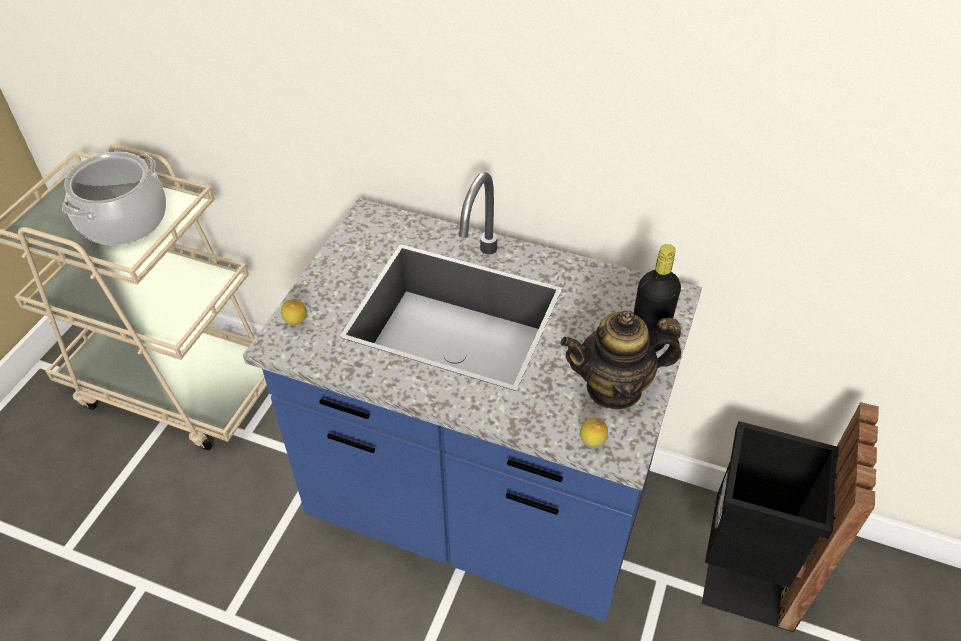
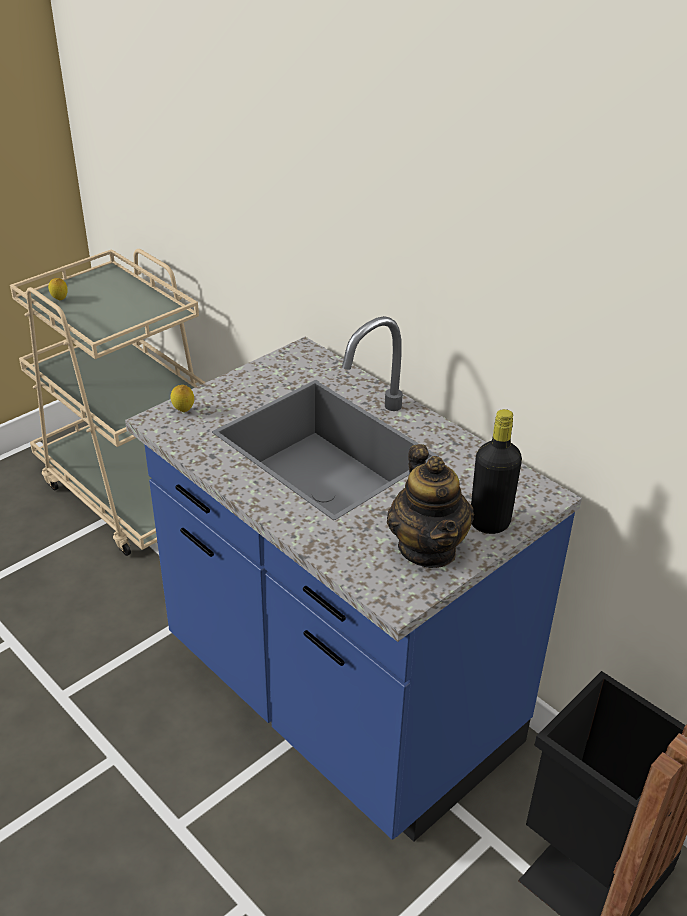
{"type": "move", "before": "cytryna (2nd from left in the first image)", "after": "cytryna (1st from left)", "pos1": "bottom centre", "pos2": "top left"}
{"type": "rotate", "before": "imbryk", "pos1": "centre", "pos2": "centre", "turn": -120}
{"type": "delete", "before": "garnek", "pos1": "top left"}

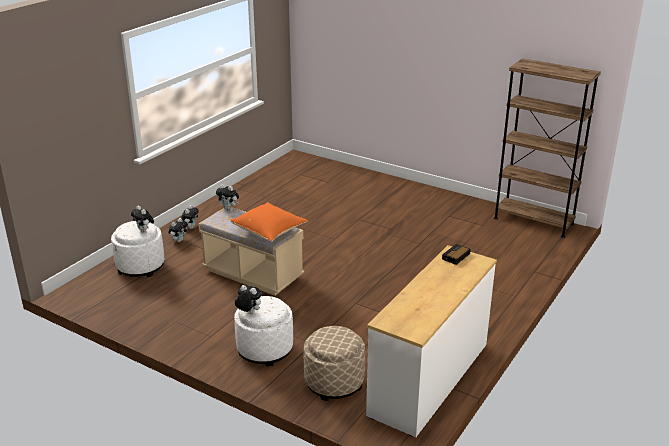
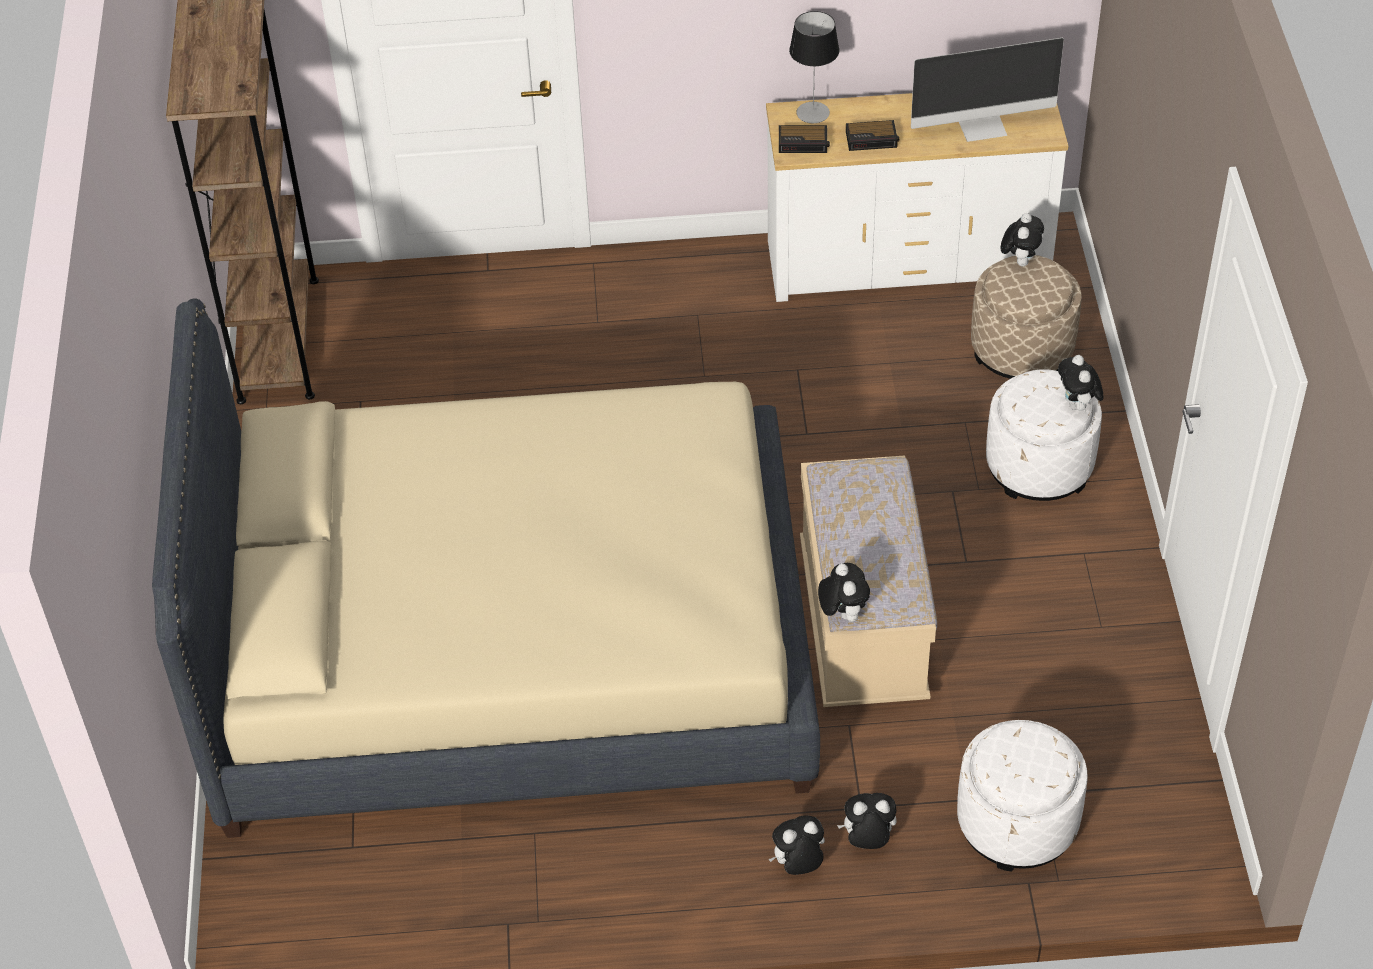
{"type": "insert", "after": "łóżko (beżowy)", "pos2": "centre"}
{"type": "insert", "after": "lampa stołowa", "pos2": "top centre"}
{"type": "insert", "after": "budzik (2nd from left)", "pos2": "top centre"}
{"type": "insert", "after": "monitor", "pos2": "top right"}
{"type": "move", "before": "pluszak (1st from left in the first image)", "after": "pluszak (4th from left)", "pos1": "middle left", "pos2": "top right"}
{"type": "delete", "before": "poduszka (pomarańczowy)", "pos1": "centre"}

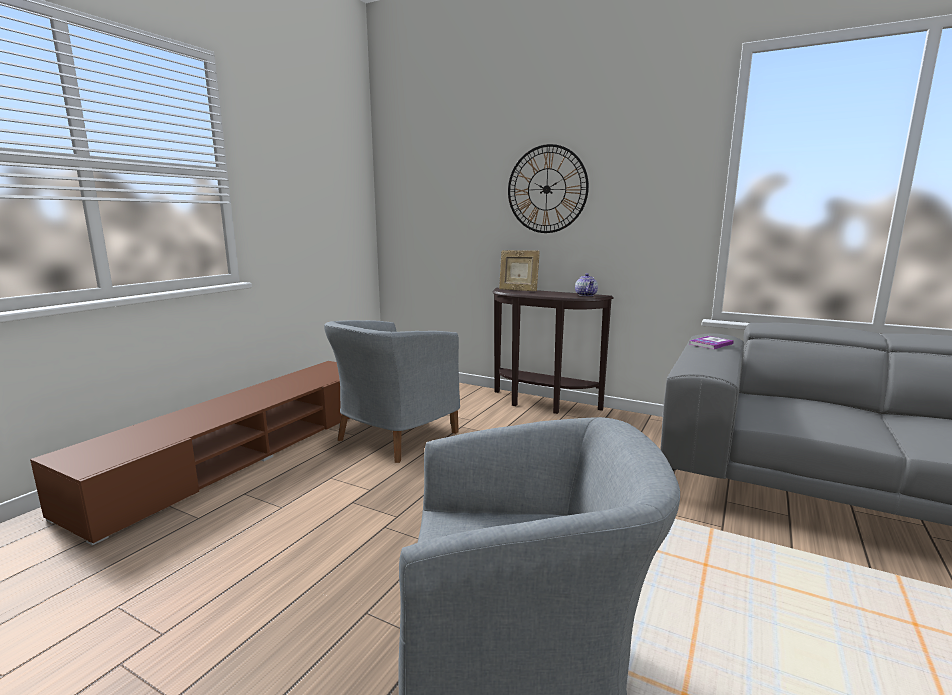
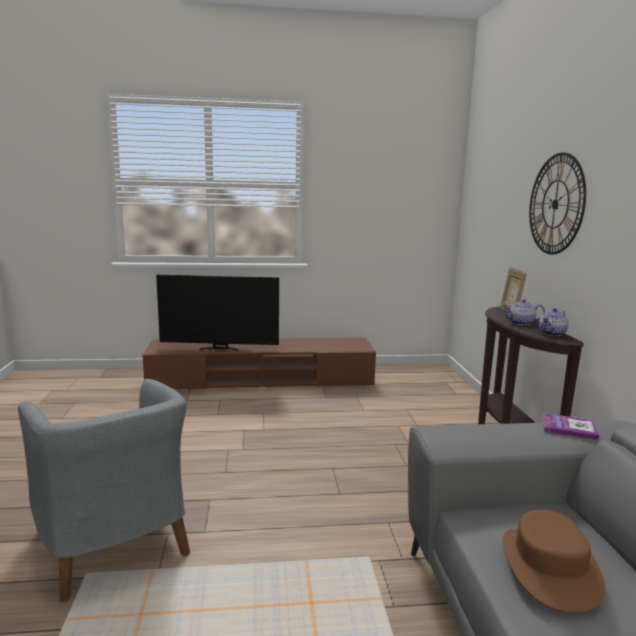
{"type": "insert", "after": "telewizor", "pos2": "centre"}
{"type": "insert", "after": "imbryk (1st from left)", "pos2": "middle right"}
{"type": "insert", "after": "kapelusz (brązowy)", "pos2": "bottom right"}
{"type": "delete", "before": "fotel (szary) (1st from left)", "pos1": "centre"}

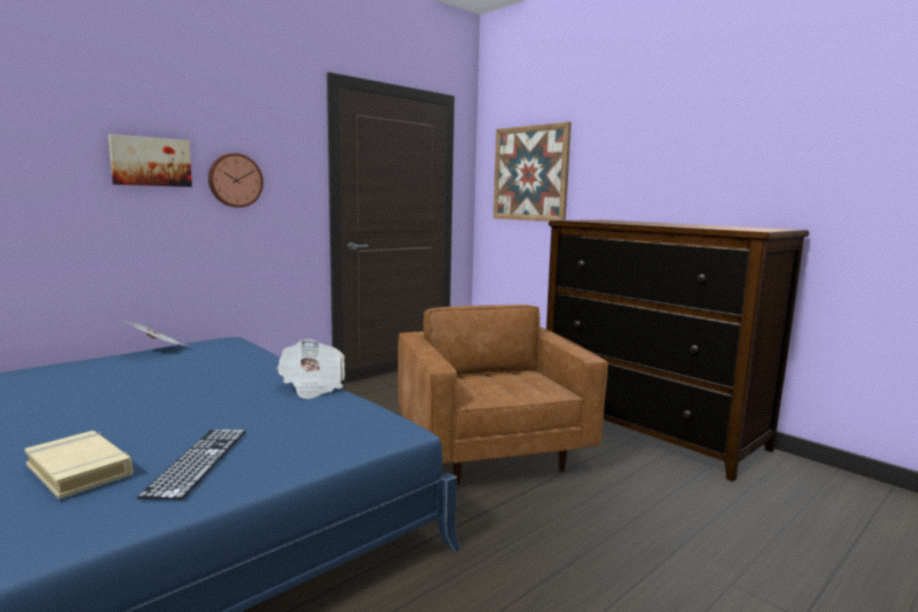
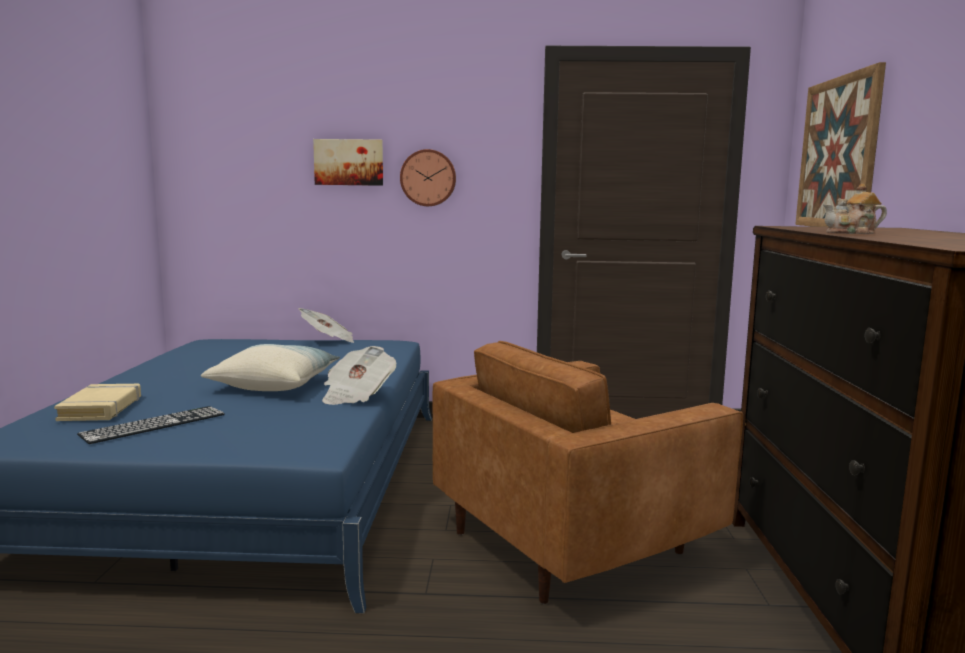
{"type": "insert", "after": "poduszka", "pos2": "middle left"}
{"type": "rotate", "before": "fotel (brązowy)", "pos1": "centre", "pos2": "bottom centre", "turn": -150}
{"type": "insert", "after": "imbryk", "pos2": "top right"}

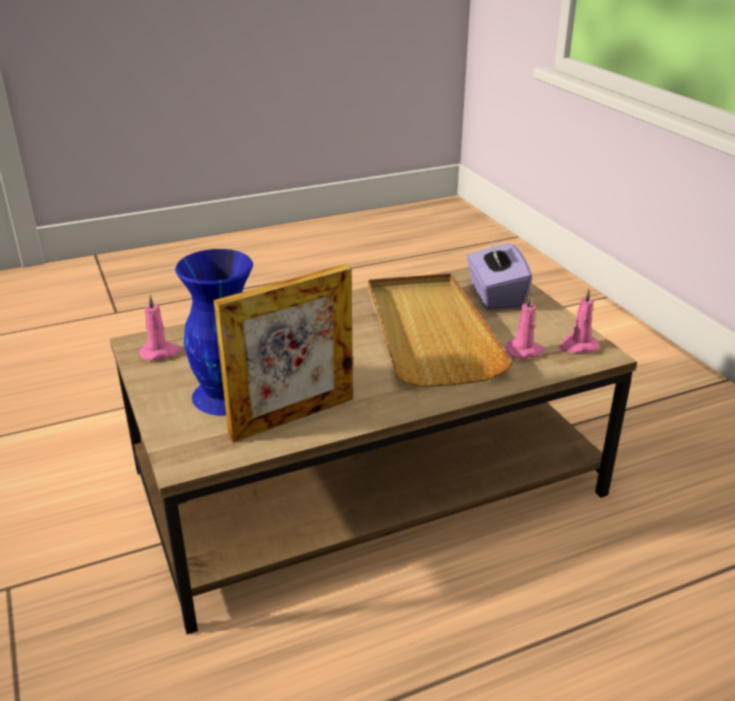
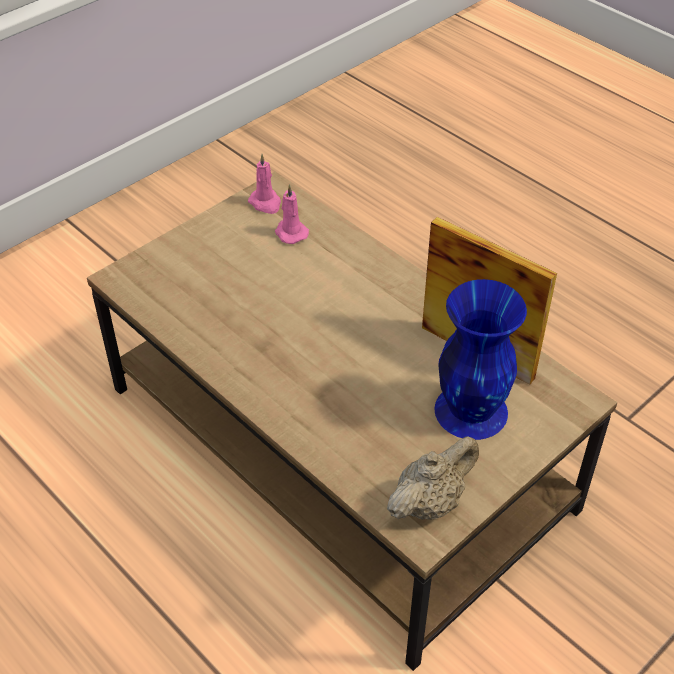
{"type": "replace", "before": "świeca (różowy) (1st from left)", "after": "imbryk (beżowy)", "pos1": "middle left", "pos2": "bottom centre"}
{"type": "delete", "before": "taca (beżowy)", "pos1": "centre"}
{"type": "delete", "before": "pudełko chusteczek (fioletowy)", "pos1": "middle right"}

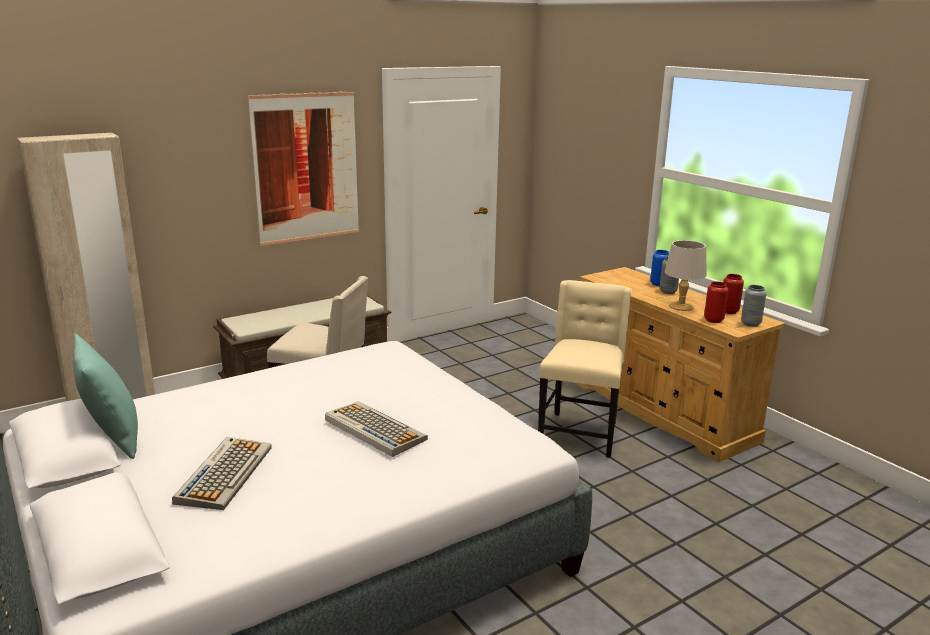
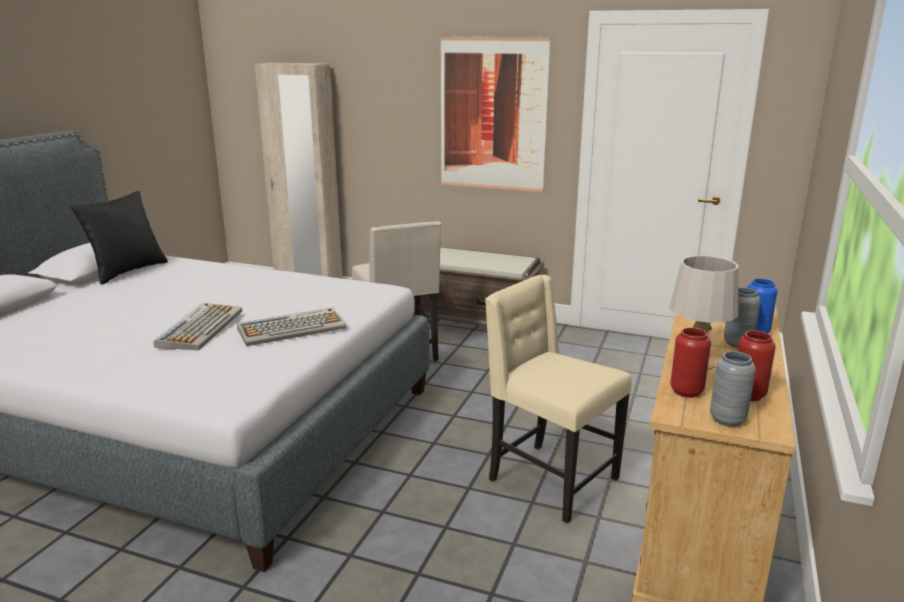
{"type": "recolor", "before": "poduszka (turkusowy)", "after": "poduszka (czarny)", "pos1": "middle left", "pos2": "middle left"}
{"type": "move", "before": "klawiatura (1st from left in the first image)", "after": "klawiatura (2nd from left)", "pos1": "bottom left", "pos2": "middle left"}
{"type": "rotate", "before": "krzesło (beżowy) (2nd from left)", "pos1": "centre", "pos2": "centre", "turn": -120}

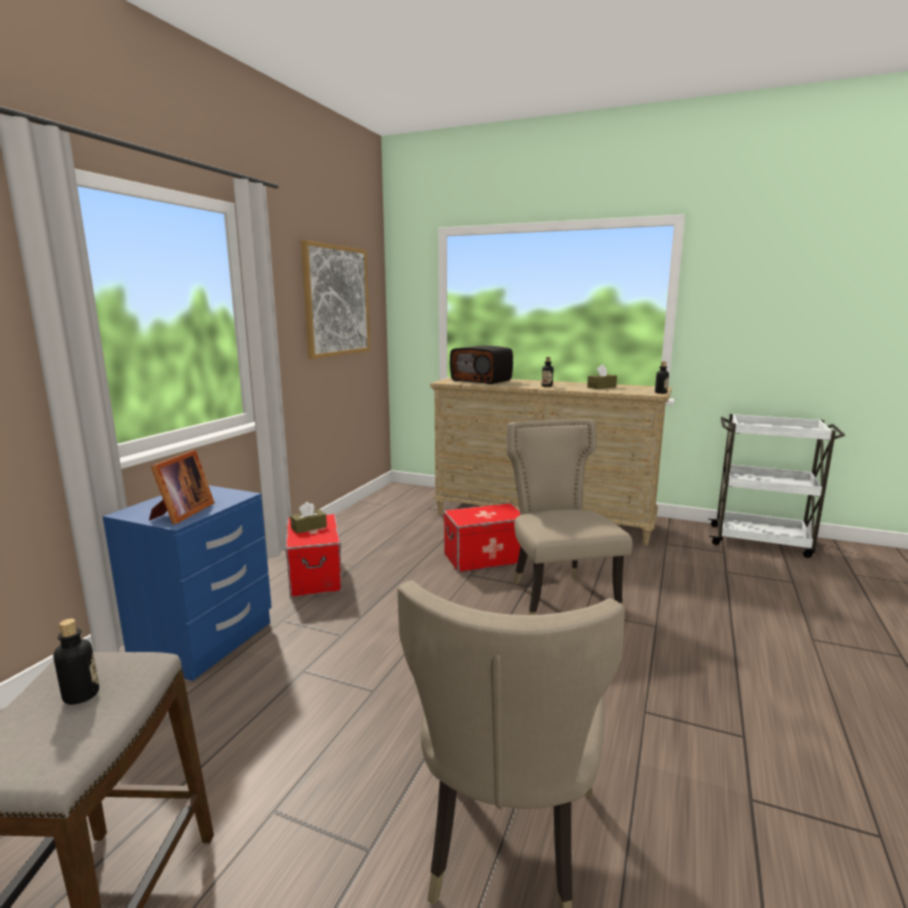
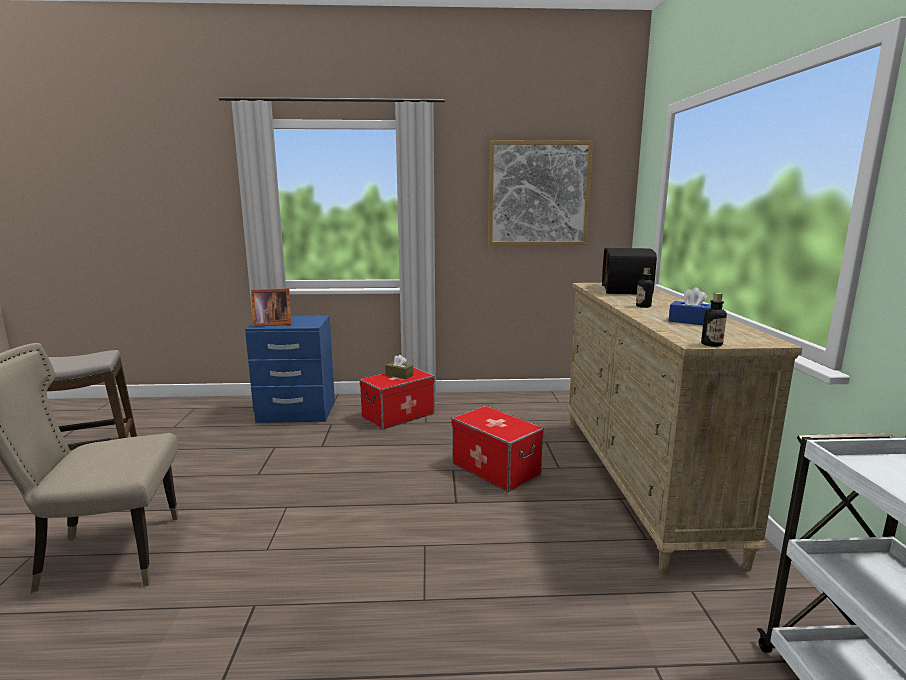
{"type": "recolor", "before": "pudełko chusteczek (brązowy) (2nd from left)", "after": "pudełko chusteczek (niebieski)", "pos1": "centre", "pos2": "middle right"}
{"type": "delete", "before": "butelka (1st from left)", "pos1": "bottom left"}
{"type": "delete", "before": "krzesło (beżowy) (2nd from left)", "pos1": "centre"}

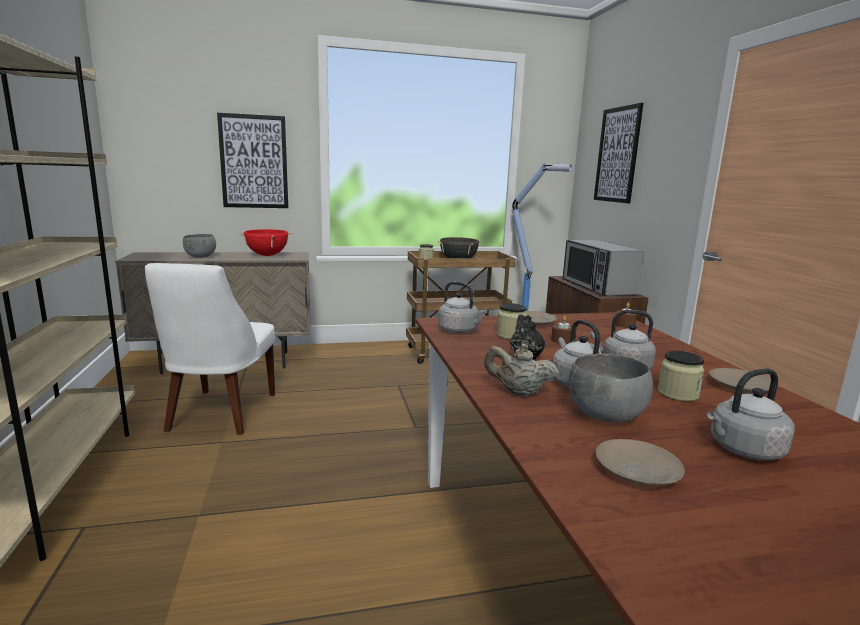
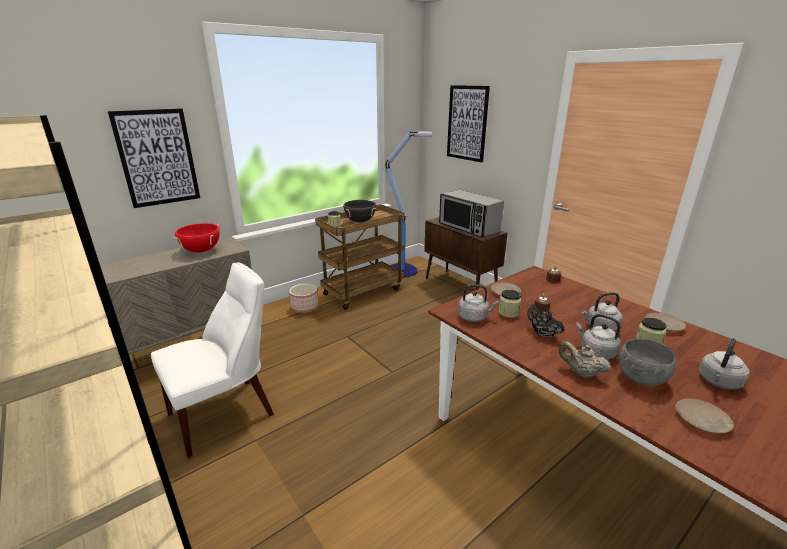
{"type": "rotate", "before": "krzesło (biały)", "pos1": "middle left", "pos2": "middle left", "turn": -105}
{"type": "insert", "after": "donica", "pos2": "centre"}
{"type": "rotate", "before": "imbryk (beżowy)", "pos1": "centre", "pos2": "middle right", "turn": 45}
{"type": "delete", "before": "miska (szary) (1st from left)", "pos1": "middle left"}

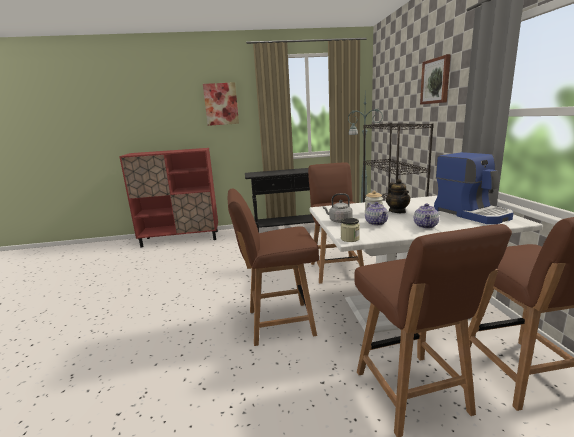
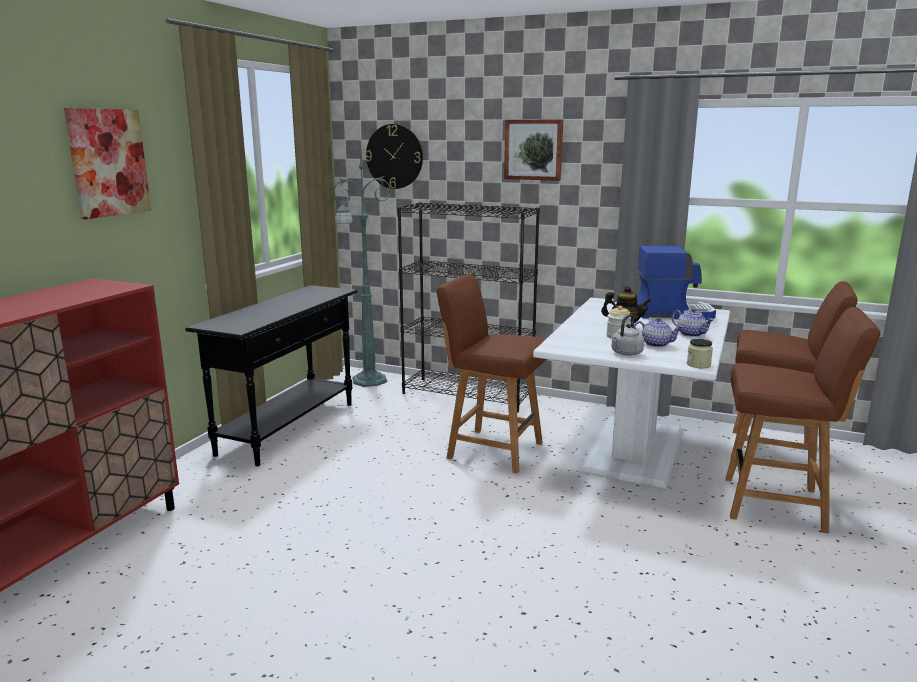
{"type": "insert", "after": "zegar ścienny", "pos2": "top centre"}
{"type": "delete", "before": "krzesło (brązowy) (1st from left)", "pos1": "centre"}

